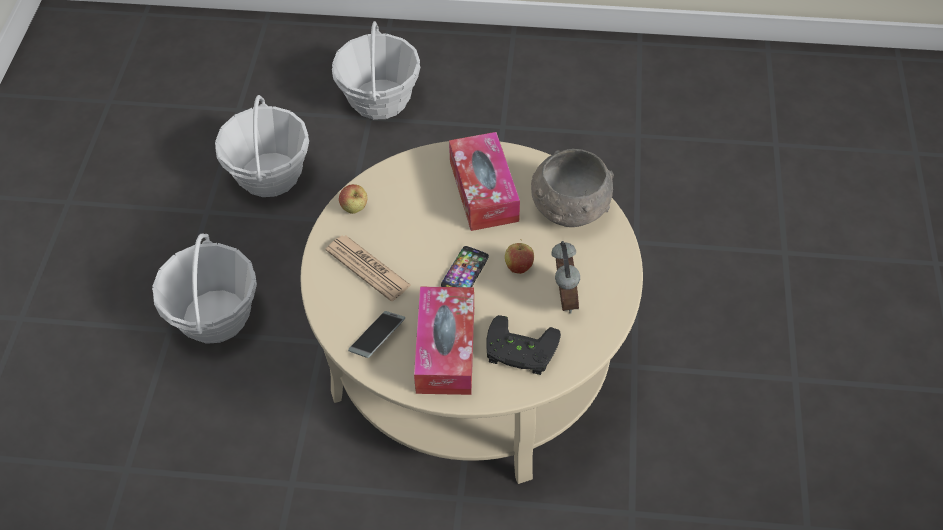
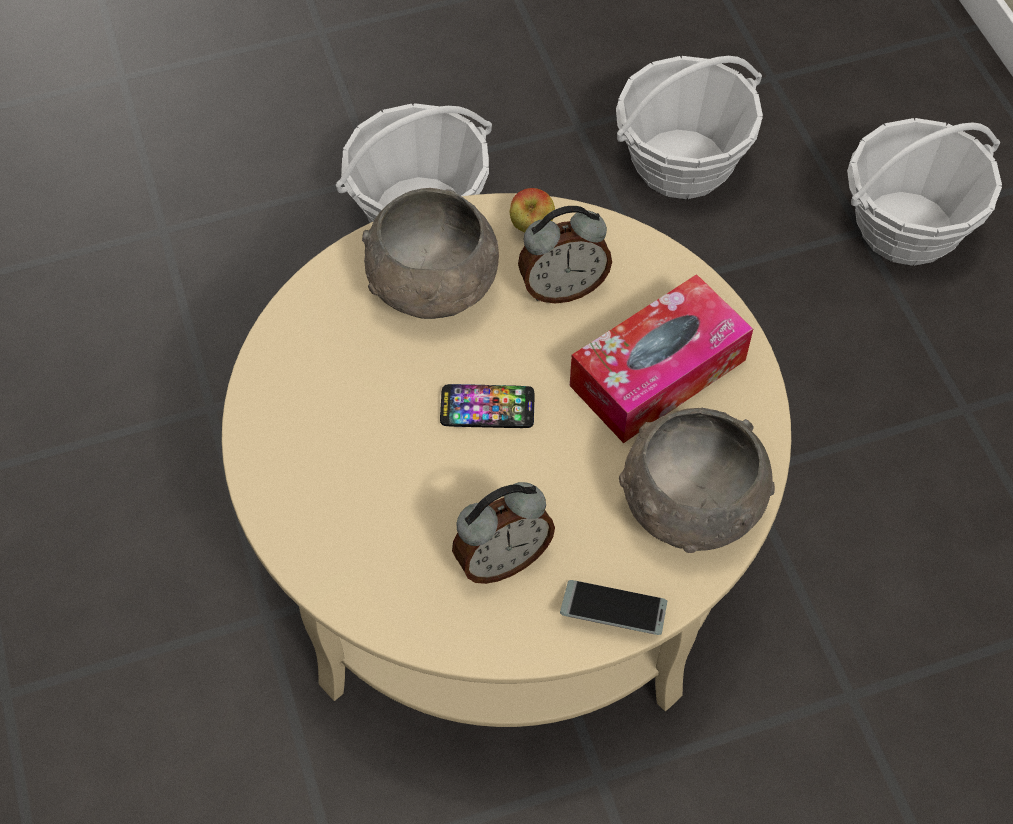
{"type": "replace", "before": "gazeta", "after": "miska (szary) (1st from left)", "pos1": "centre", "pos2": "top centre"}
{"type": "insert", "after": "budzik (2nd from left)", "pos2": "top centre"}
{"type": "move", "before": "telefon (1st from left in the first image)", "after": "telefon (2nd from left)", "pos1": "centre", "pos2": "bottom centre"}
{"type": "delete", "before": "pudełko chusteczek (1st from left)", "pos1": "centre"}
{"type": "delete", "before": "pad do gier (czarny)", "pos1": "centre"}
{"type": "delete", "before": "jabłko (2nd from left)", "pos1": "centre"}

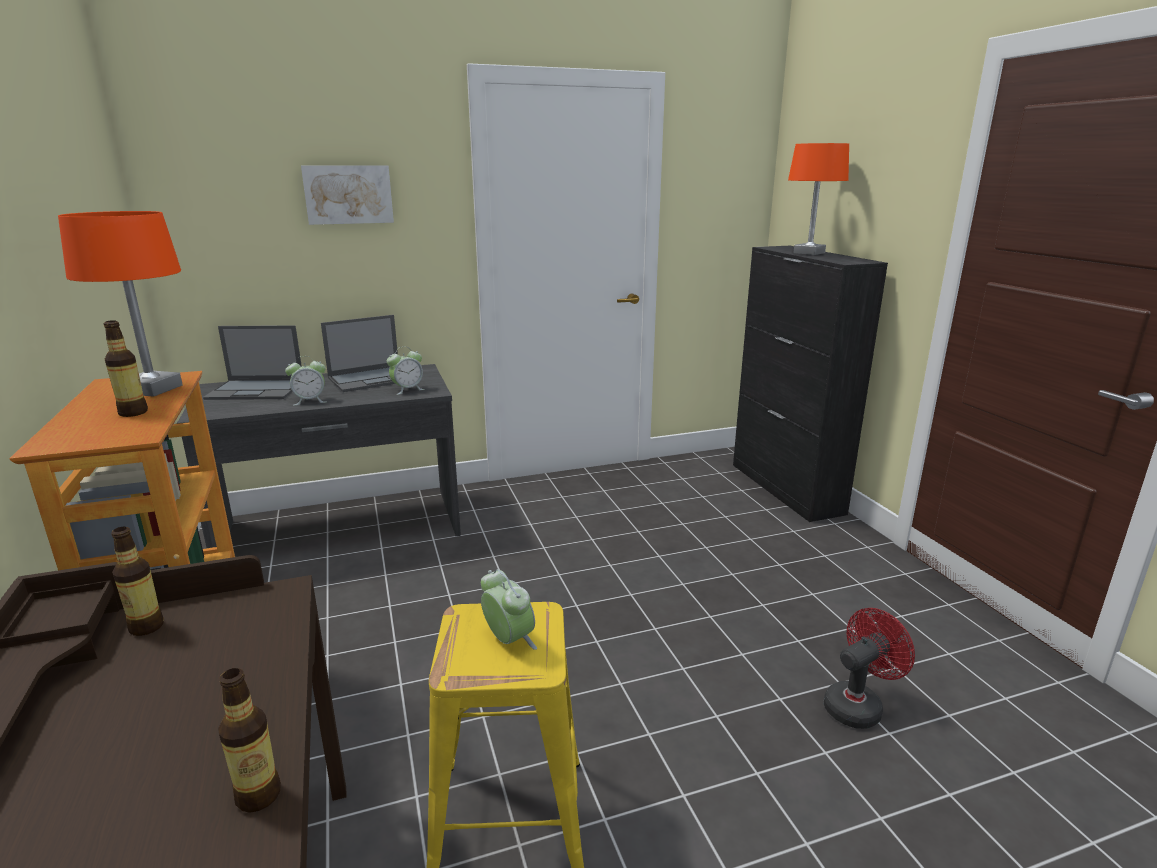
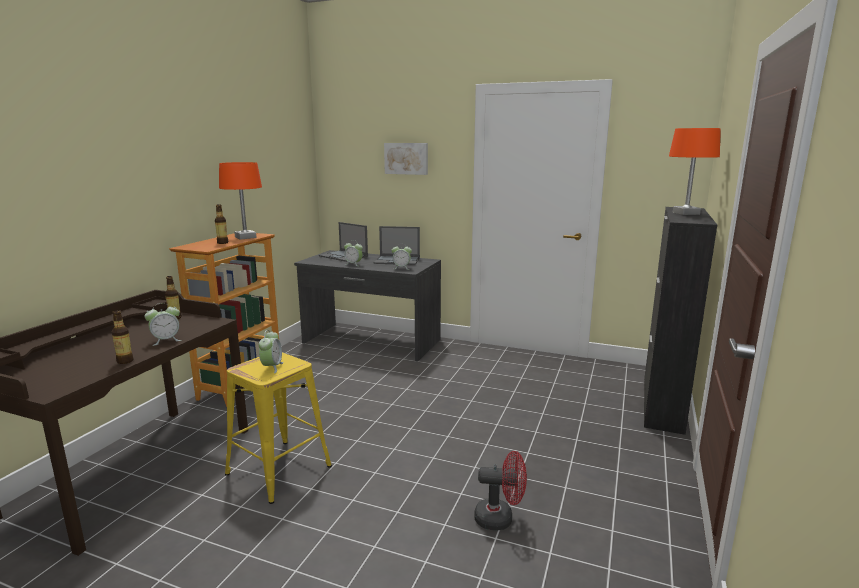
{"type": "insert", "after": "budzik (1st from left)", "pos2": "middle left"}

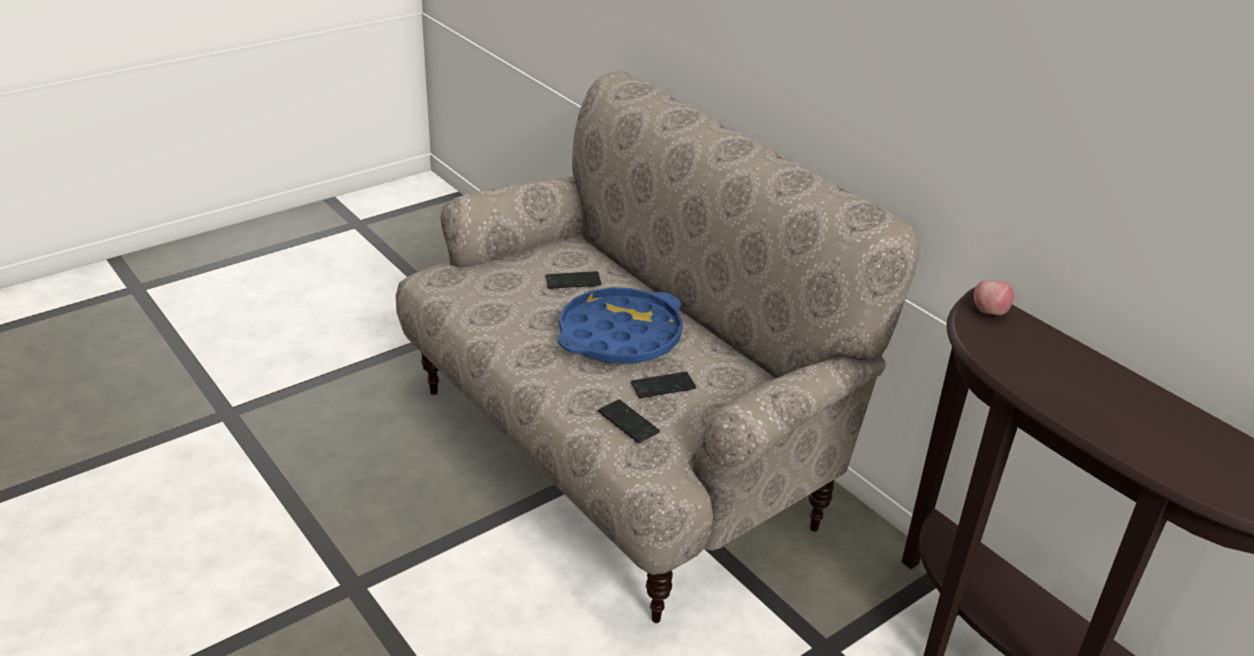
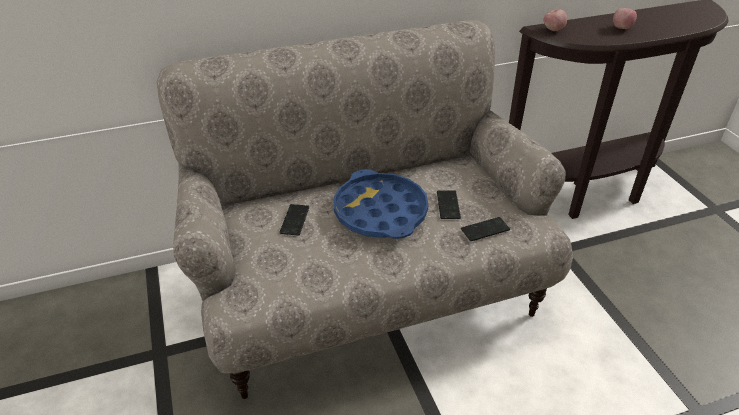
{"type": "insert", "after": "jabłko (2nd from left)", "pos2": "top right"}

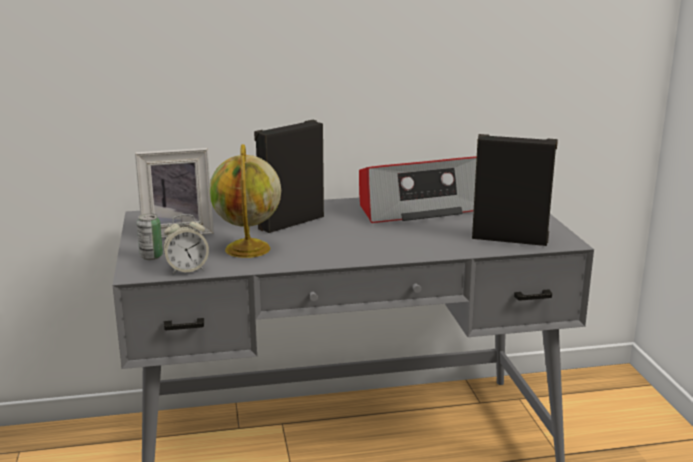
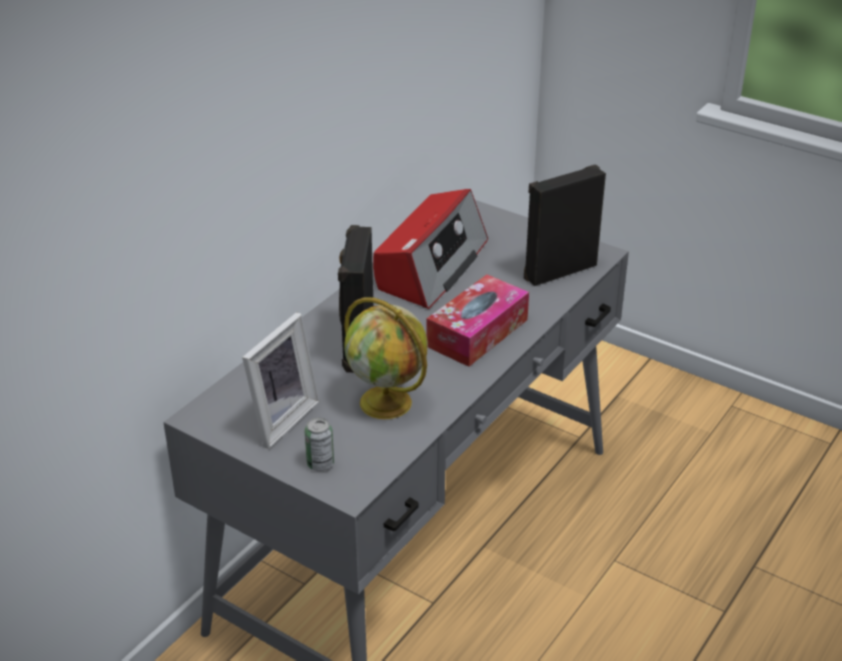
{"type": "insert", "after": "pudełko chusteczek", "pos2": "centre"}
{"type": "delete", "before": "budzik", "pos1": "middle left"}

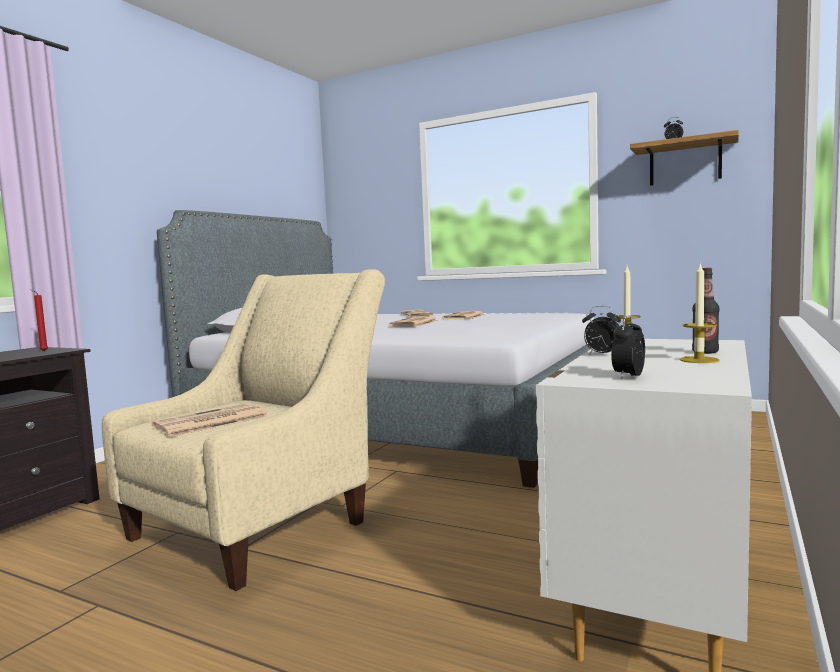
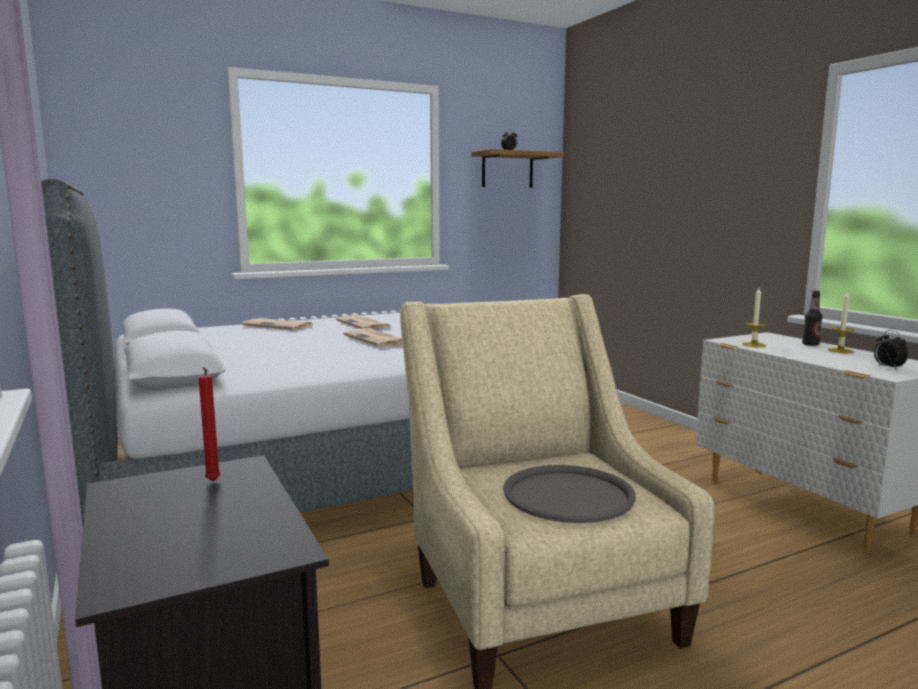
{"type": "replace", "before": "gazeta (1st from left)", "after": "taca (szary)", "pos1": "middle left", "pos2": "bottom centre"}
{"type": "delete", "before": "budzik (1st from left)", "pos1": "middle right"}

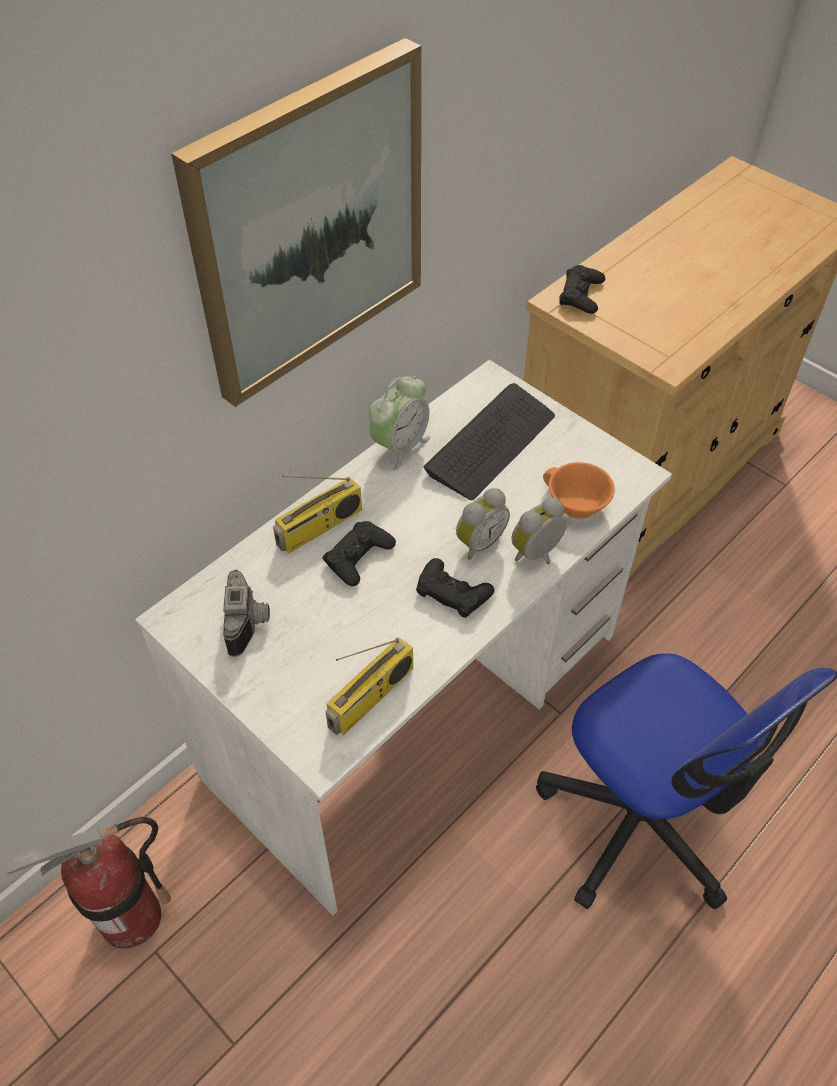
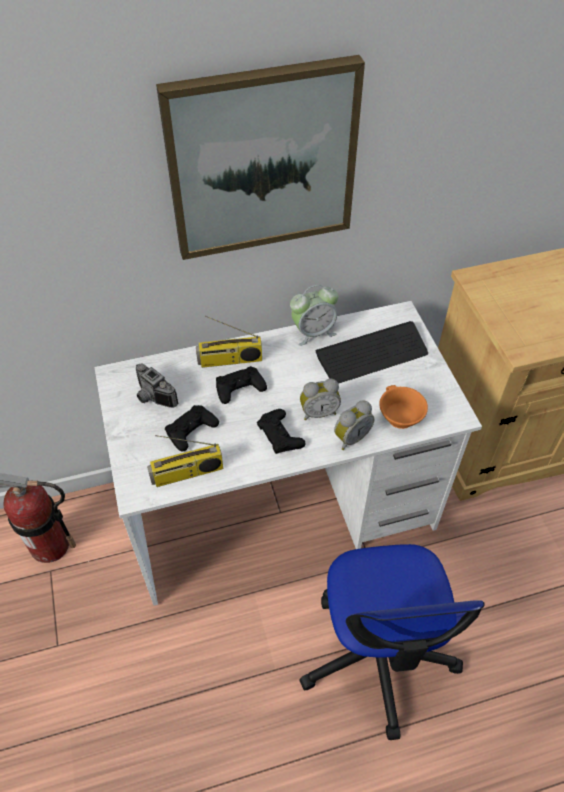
{"type": "rotate", "before": "aparat fotograficzny", "pos1": "middle left", "pos2": "middle left", "turn": 105}
{"type": "move", "before": "pad do gier (czarny) (3rd from left in the first image)", "after": "pad do gier (czarny) (1st from left)", "pos1": "top right", "pos2": "centre"}
{"type": "rotate", "before": "budzik (3rd from left)", "pos1": "centre", "pos2": "centre", "turn": 150}

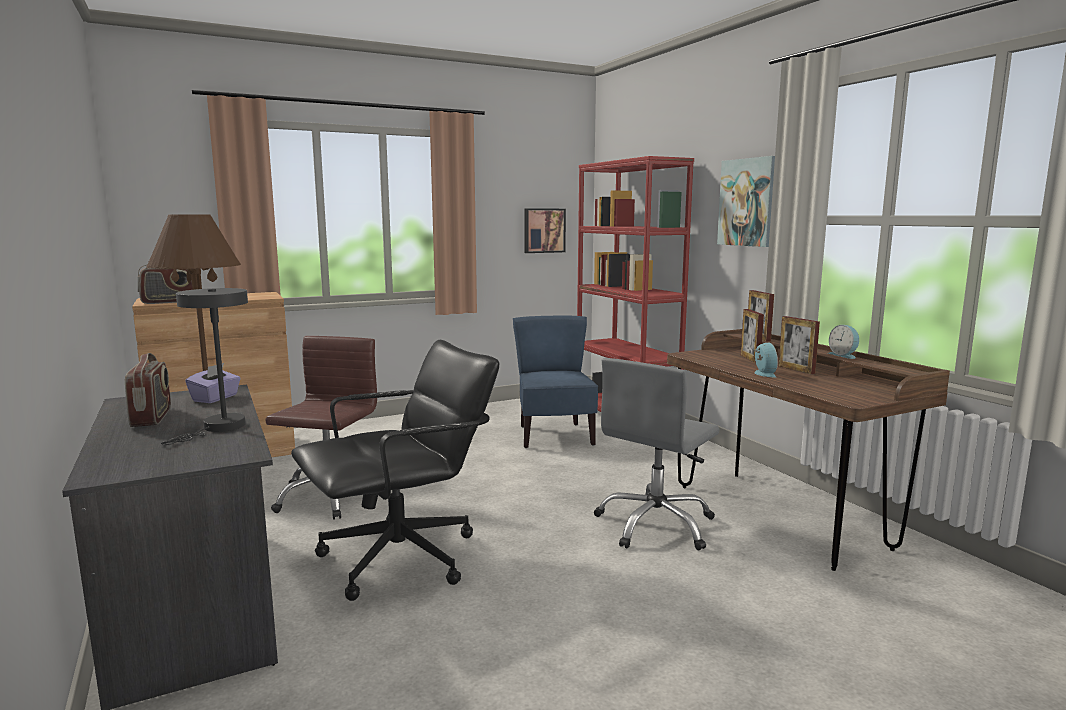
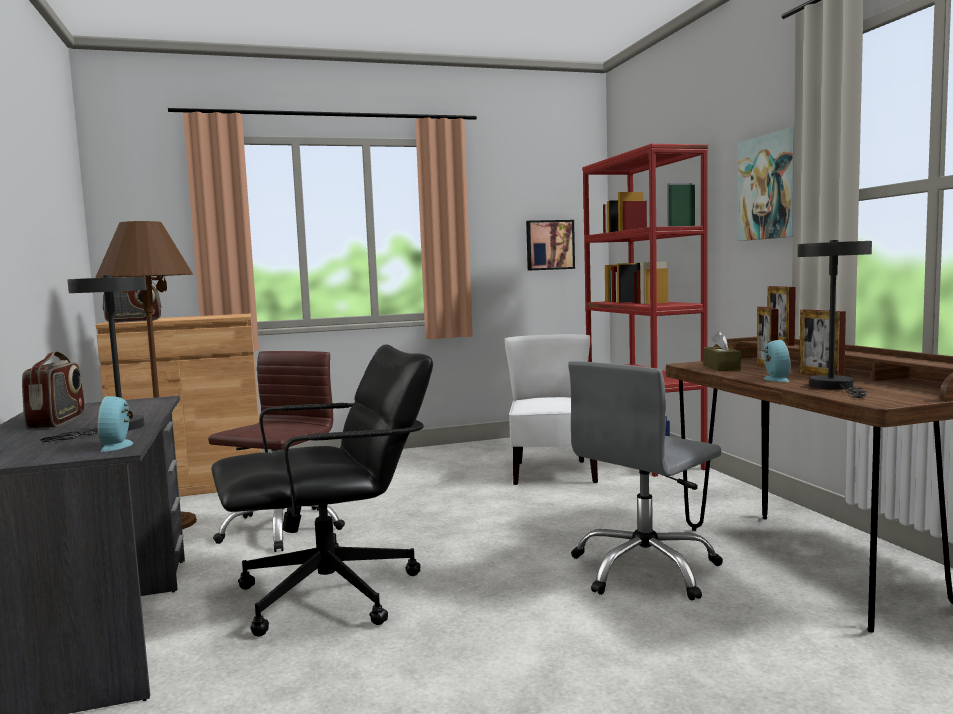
{"type": "move", "before": "budzik (2nd from left in the first image)", "after": "budzik (1st from left)", "pos1": "middle right", "pos2": "middle left"}
{"type": "recolor", "before": "krzesło (niebieski)", "after": "krzesło (biały)", "pos1": "centre", "pos2": "centre"}
{"type": "insert", "after": "pudełko chusteczek (brązowy)", "pos2": "middle right"}
{"type": "insert", "after": "lampa stołowa (szary) (2nd from left)", "pos2": "middle right"}
{"type": "delete", "before": "pudełko chusteczek (fioletowy)", "pos1": "middle left"}

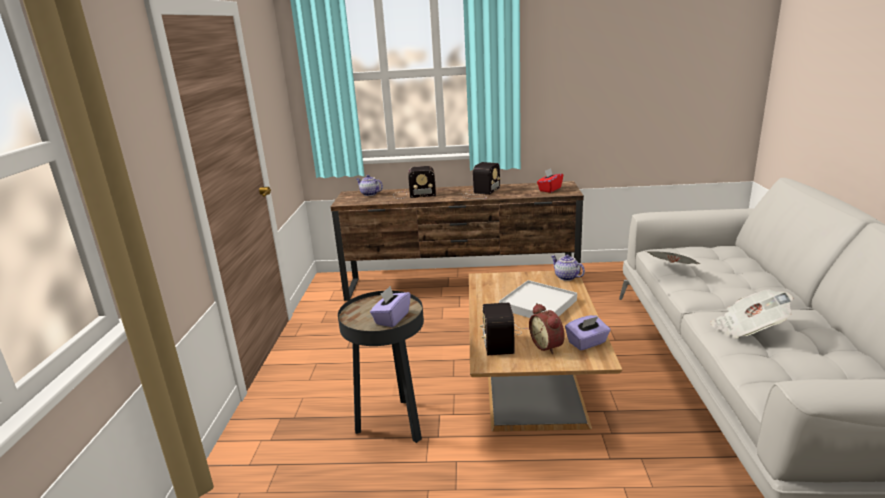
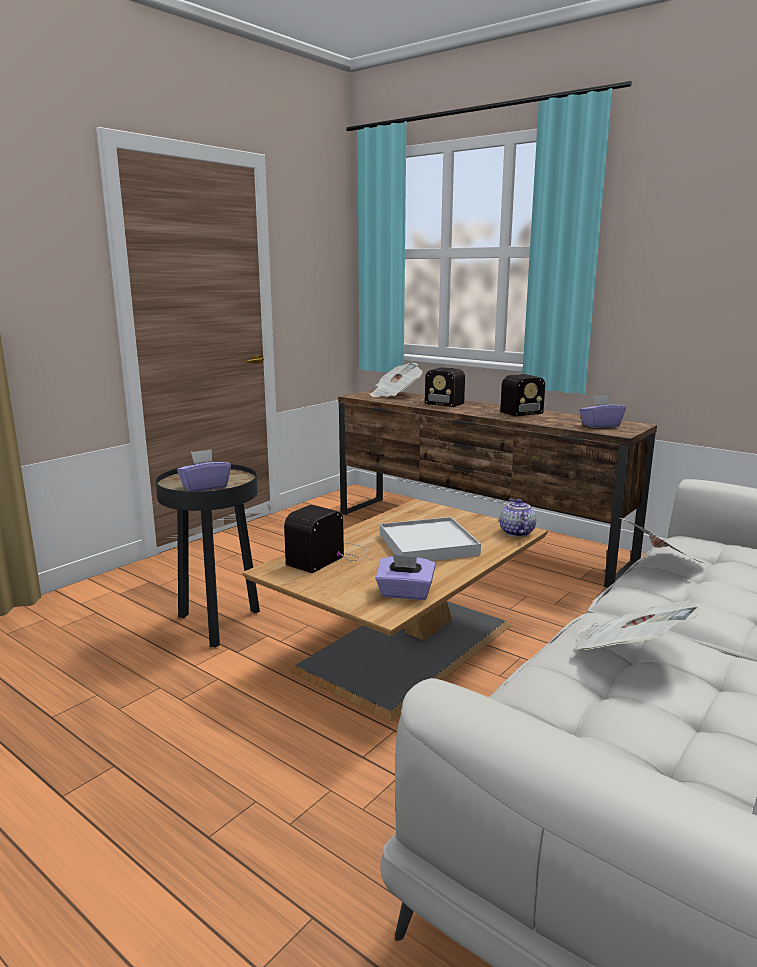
{"type": "replace", "before": "imbryk (1st from left)", "after": "gazeta (1st from left)", "pos1": "centre", "pos2": "centre"}
{"type": "recolor", "before": "pudełko chusteczek (czerwony)", "after": "pudełko chusteczek (fioletowy) (3rd from left)", "pos1": "centre", "pos2": "middle right"}
{"type": "delete", "before": "budzik", "pos1": "centre"}

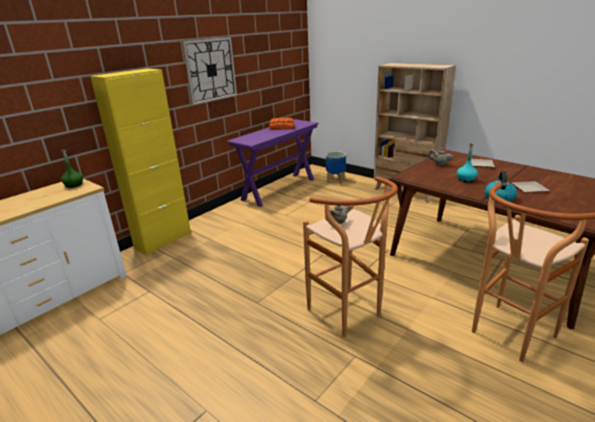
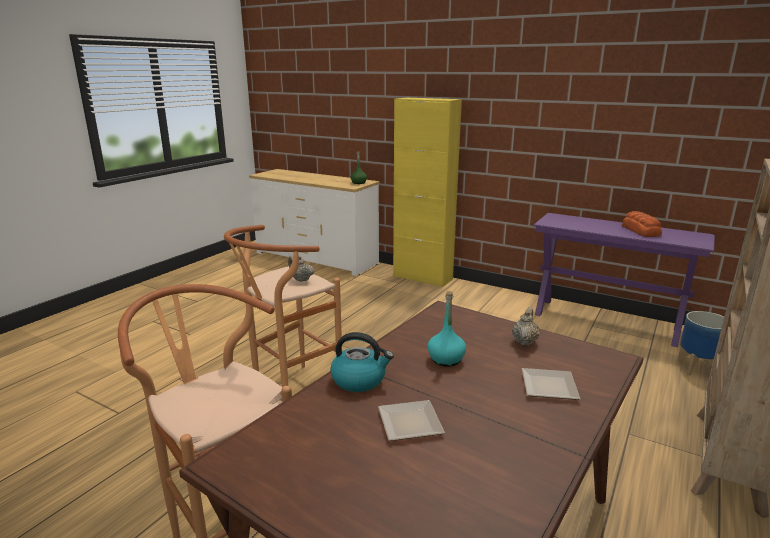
{"type": "delete", "before": "zegar ścienny", "pos1": "top centre"}

